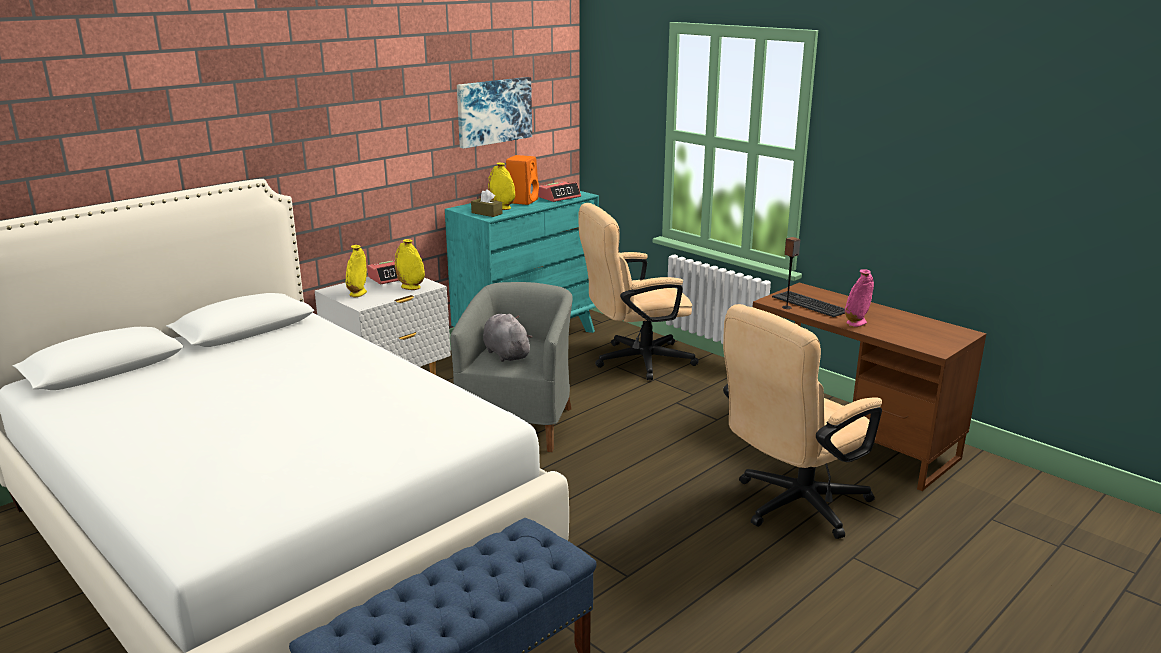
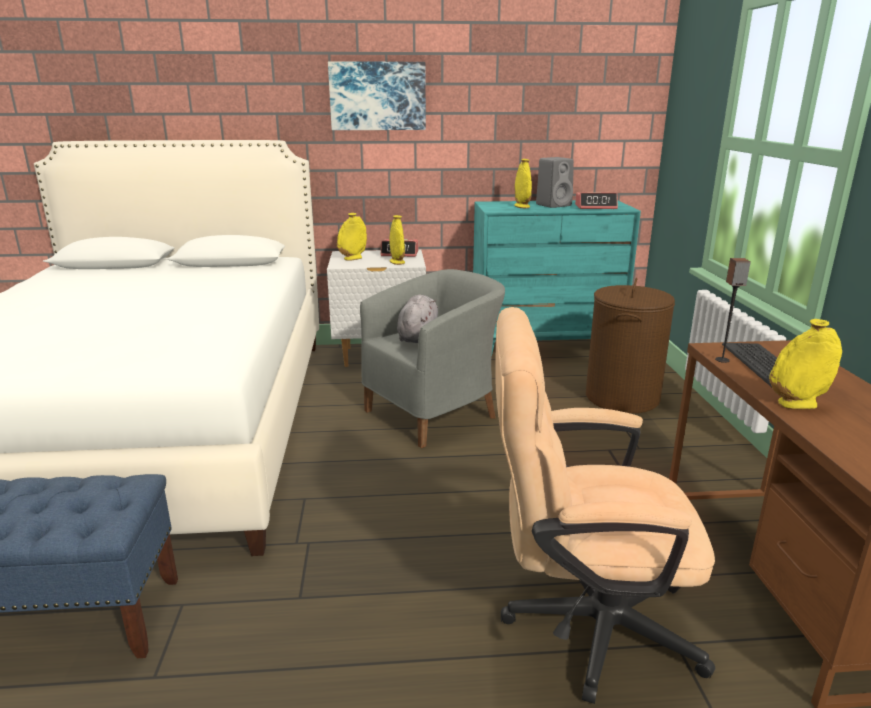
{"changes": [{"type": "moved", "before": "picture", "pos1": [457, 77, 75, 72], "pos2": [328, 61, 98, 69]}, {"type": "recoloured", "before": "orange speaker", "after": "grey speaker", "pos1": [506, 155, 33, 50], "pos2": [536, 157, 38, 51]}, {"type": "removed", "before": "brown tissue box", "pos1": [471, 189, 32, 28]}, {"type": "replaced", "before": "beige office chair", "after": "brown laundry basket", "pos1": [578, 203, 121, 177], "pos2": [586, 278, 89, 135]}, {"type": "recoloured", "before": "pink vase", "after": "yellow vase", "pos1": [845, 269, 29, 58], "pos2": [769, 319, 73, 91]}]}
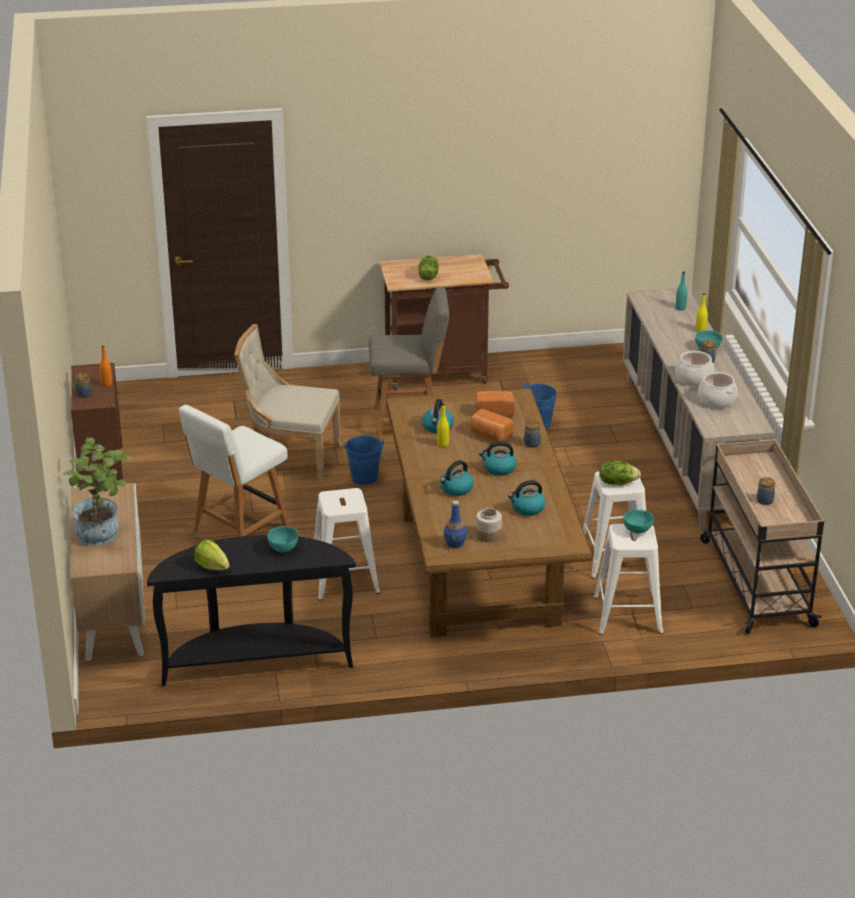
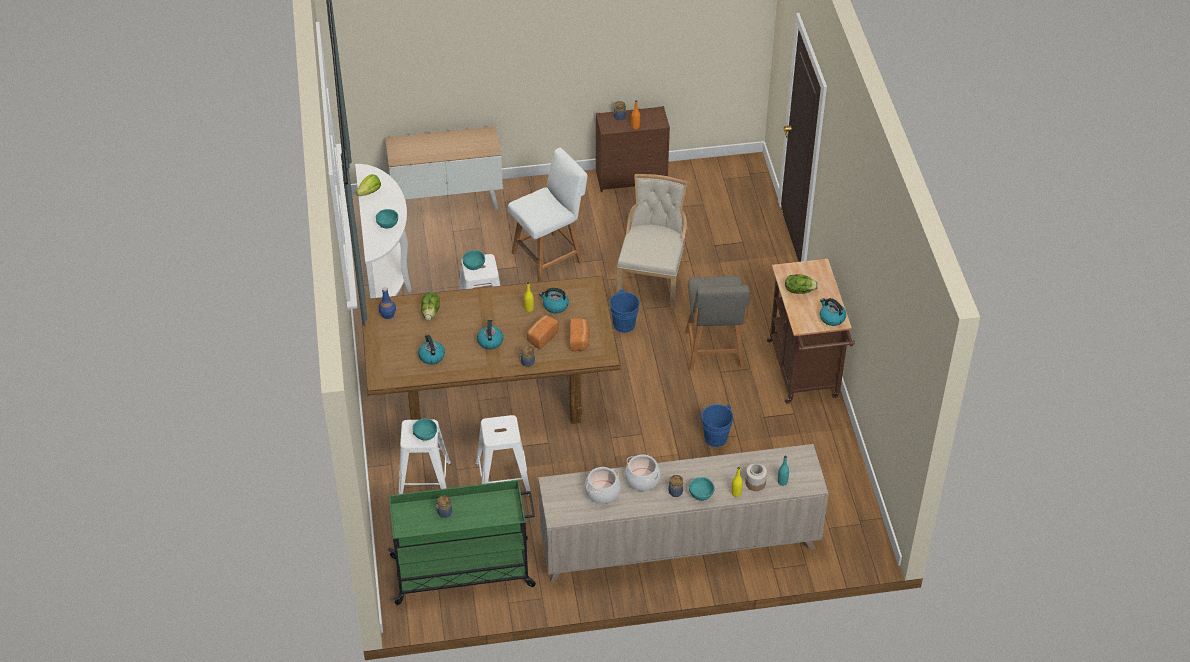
{"changes": [{"type": "turned", "before": "white chair", "pos1": [179, 405, 111, 132], "pos2": [508, 148, 79, 134], "turn": 105}, {"type": "removed", "before": "potted plant", "pos1": [63, 438, 70, 108]}, {"type": "recoloured", "before": "beige cart", "after": "green cart", "pos1": [700, 439, 124, 195], "pos2": [388, 480, 148, 125]}, {"type": "moved", "before": "kettle", "pos1": [440, 460, 34, 36], "pos2": [820, 298, 26, 28]}, {"type": "moved", "before": "lettuce", "pos1": [599, 461, 42, 24], "pos2": [421, 292, 19, 28]}, {"type": "moved", "before": "jar", "pos1": [476, 508, 26, 34], "pos2": [745, 463, 22, 28]}, {"type": "recoloured", "before": "black console table", "after": "white console table", "pos1": [147, 535, 209, 151], "pos2": [355, 164, 57, 135]}, {"type": "added", "after": "turquoise bowl", "pos2": [462, 250, 23, 20]}]}
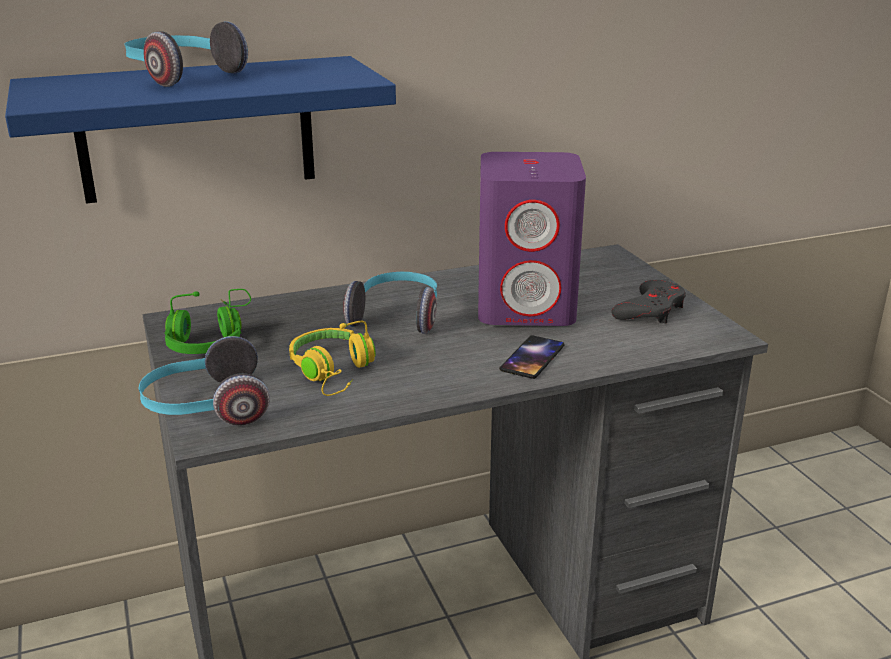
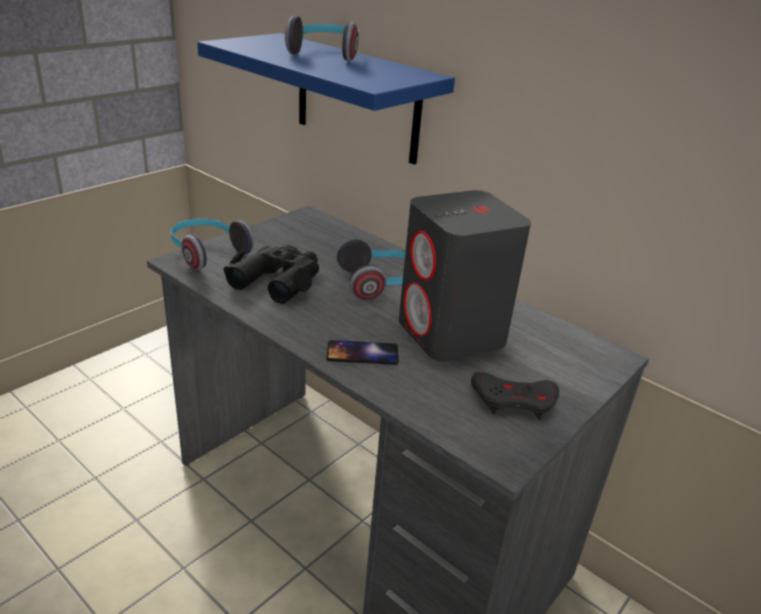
{"changes": [{"type": "recoloured", "before": "purple speaker", "after": "grey speaker", "pos1": [478, 152, 108, 174], "pos2": [399, 190, 132, 171]}, {"type": "removed", "before": "green headphones", "pos1": [164, 289, 87, 65]}, {"type": "replaced", "before": "yellow headphones", "after": "black binoculars", "pos1": [289, 321, 87, 75], "pos2": [223, 244, 96, 60]}]}
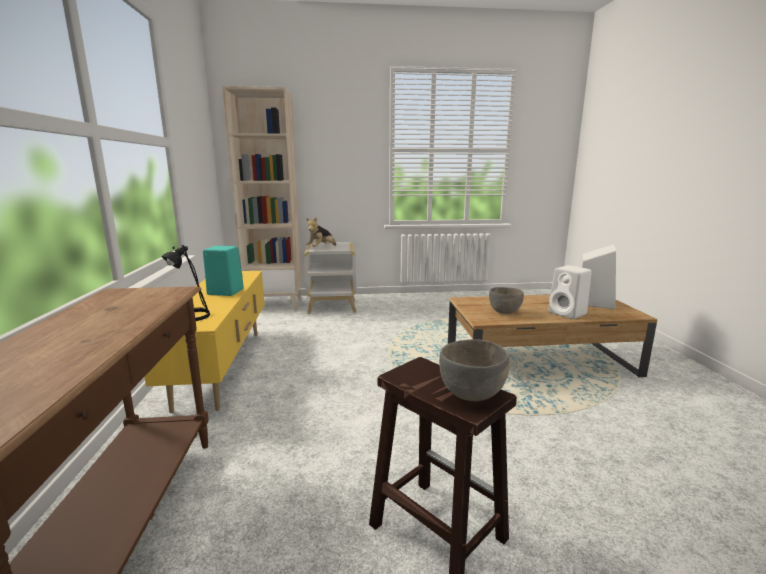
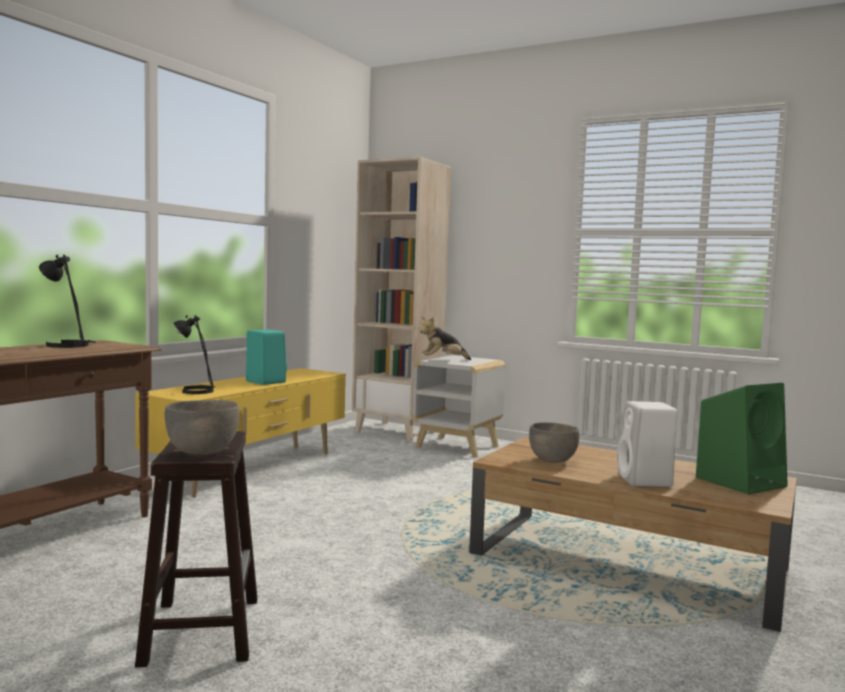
{"changes": [{"type": "recoloured", "before": "white speaker", "after": "green speaker", "pos1": [581, 244, 35, 65], "pos2": [696, 383, 92, 111]}, {"type": "added", "after": "black table lamp", "pos2": [39, 255, 57, 93]}]}
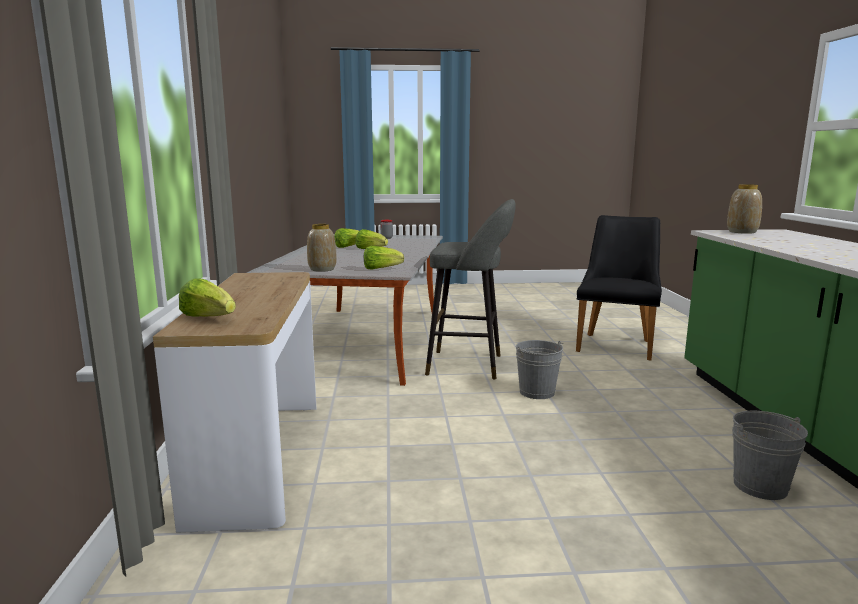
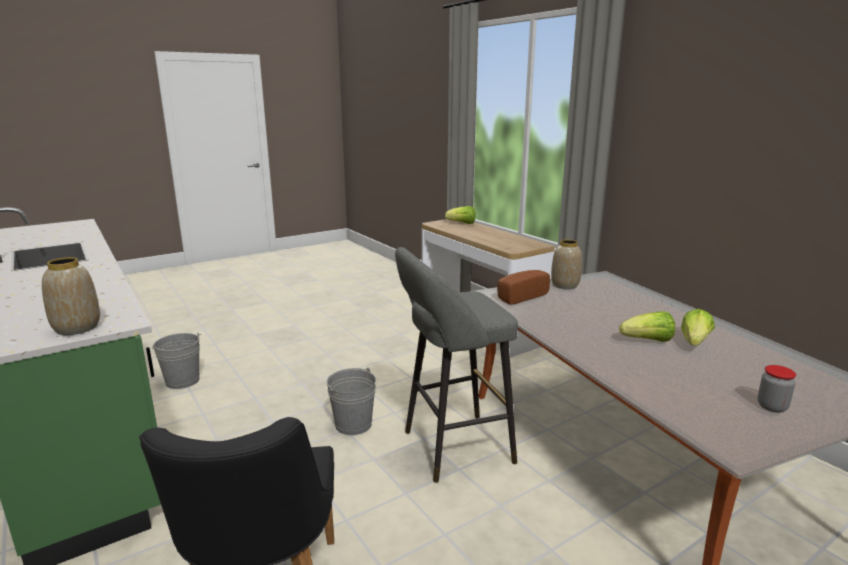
{"changes": [{"type": "replaced", "before": "lettuce", "after": "bread", "pos1": [364, 246, 40, 24], "pos2": [497, 270, 53, 35]}]}
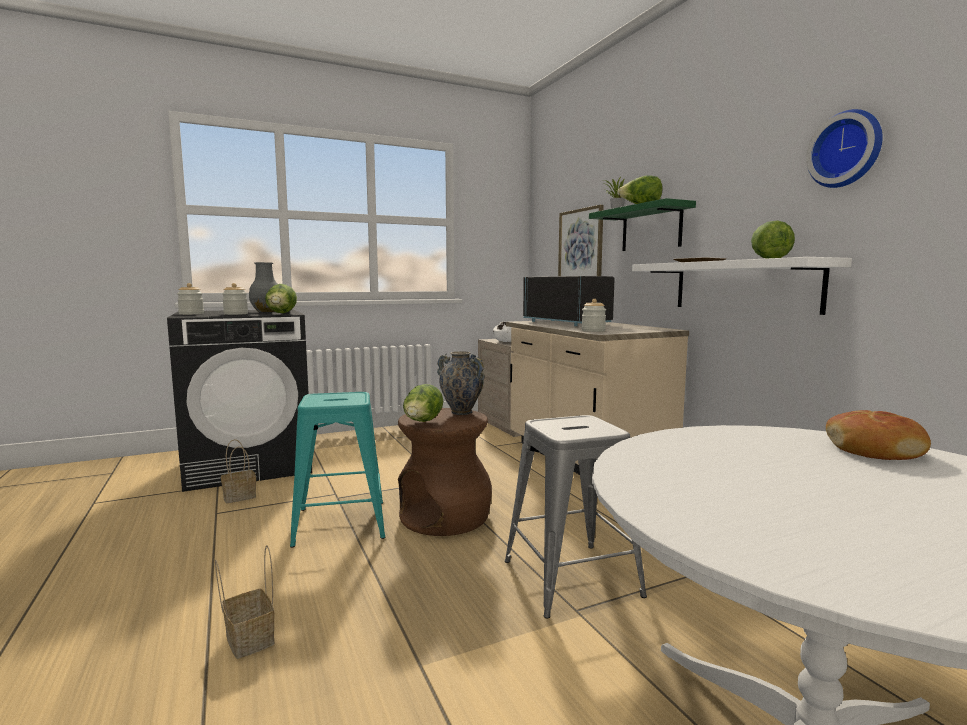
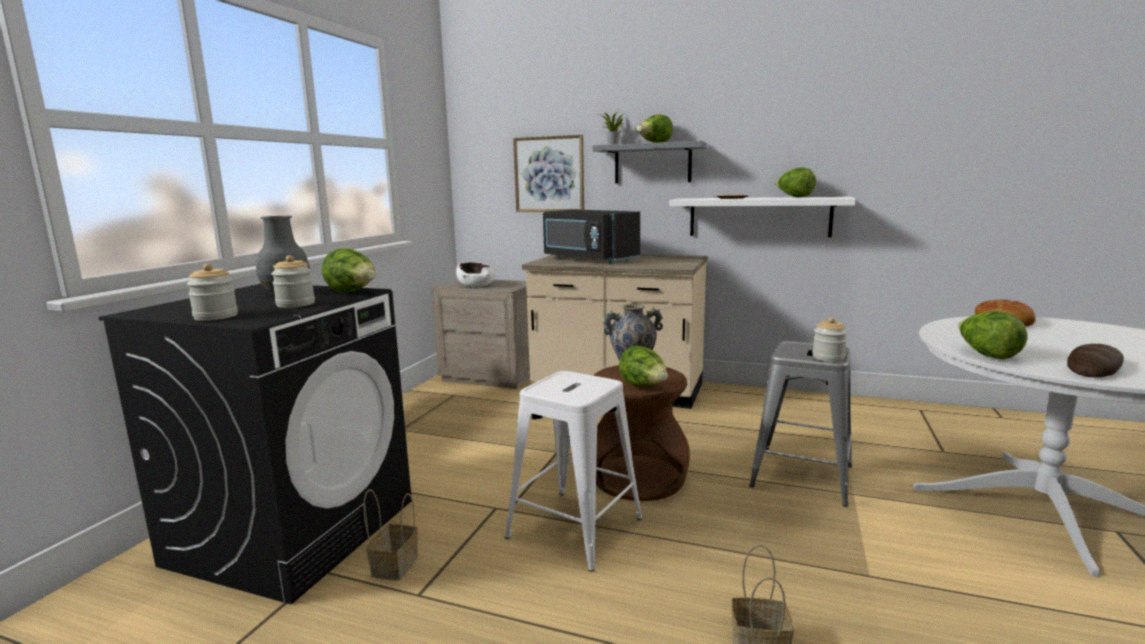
{"changes": [{"type": "removed", "before": "wall clock", "pos1": [806, 109, 77, 79]}, {"type": "recoloured", "before": "green shelf", "after": "grey shelf", "pos1": [589, 198, 107, 53], "pos2": [593, 141, 114, 43]}, {"type": "turned", "before": "black microwave", "pos1": [523, 276, 92, 50], "pos2": [543, 210, 97, 53], "turn": -150}, {"type": "moved", "before": "jar", "pos1": [582, 299, 24, 33], "pos2": [812, 317, 36, 45]}, {"type": "recoloured", "before": "turquoise stool", "after": "white stool", "pos1": [290, 392, 96, 156], "pos2": [505, 371, 137, 200]}, {"type": "added", "after": "lettuce", "pos2": [958, 311, 70, 48]}, {"type": "added", "after": "bread", "pos2": [1067, 344, 57, 34]}]}
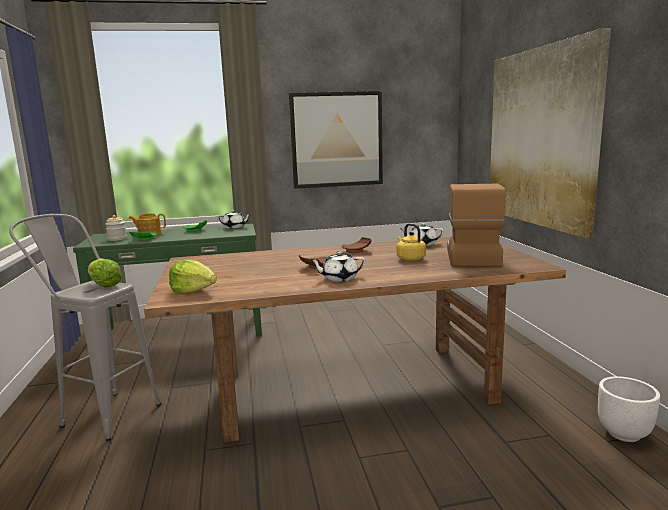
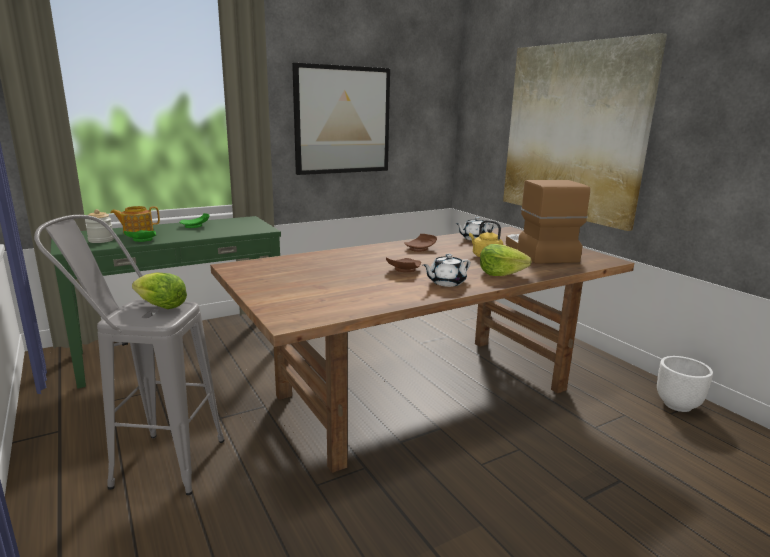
{"changes": [{"type": "removed", "before": "white teapot", "pos1": [217, 210, 33, 19]}, {"type": "moved", "before": "lettuce", "pos1": [169, 260, 48, 33], "pos2": [480, 244, 51, 32]}]}
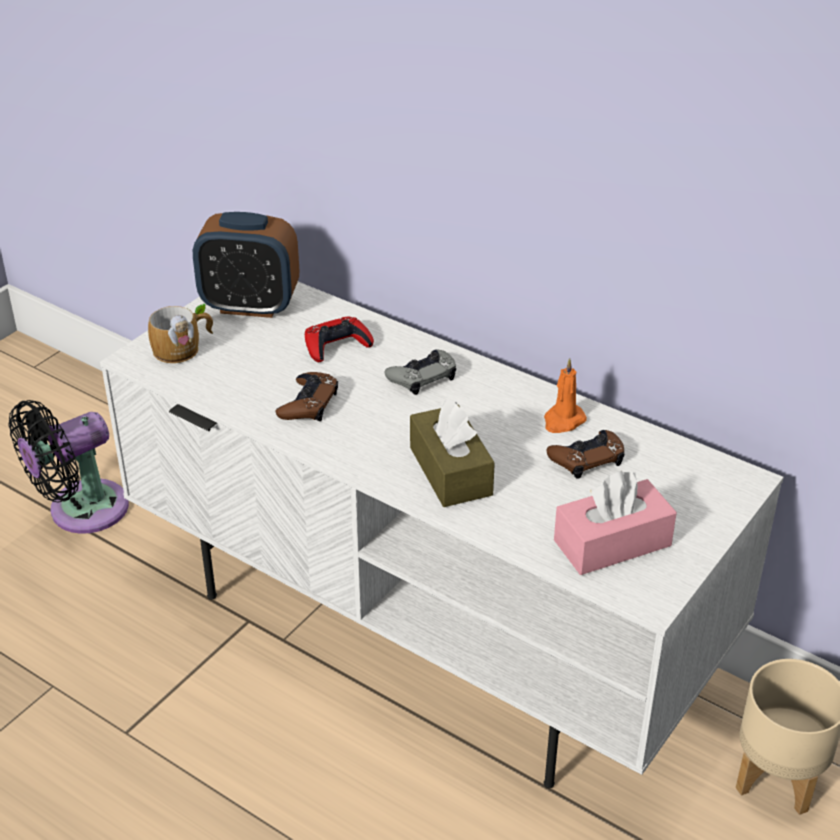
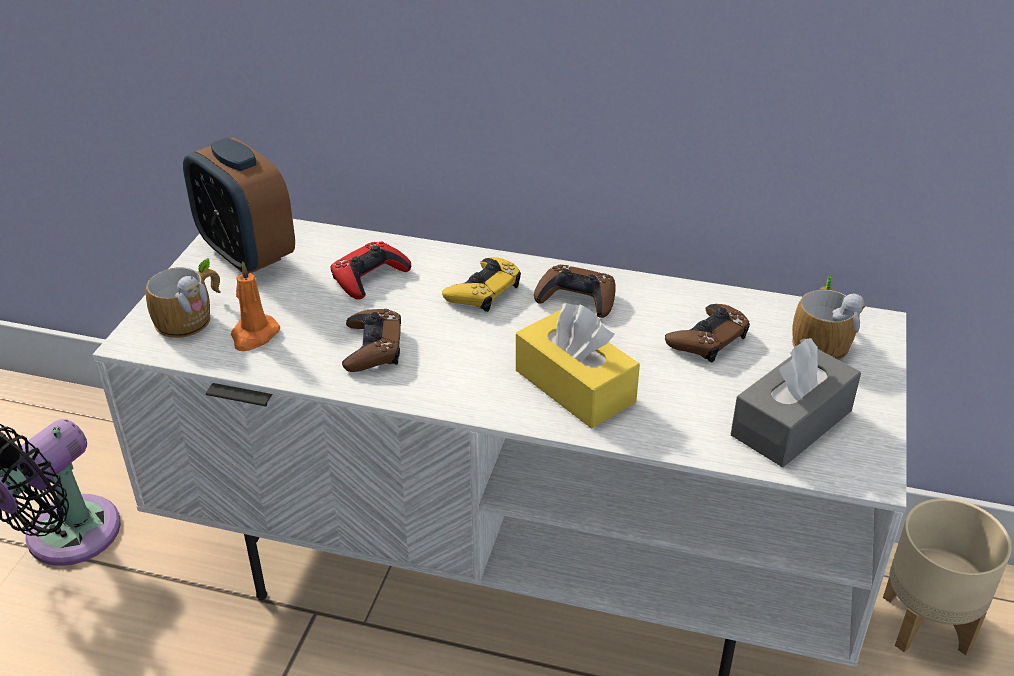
{"changes": [{"type": "turned", "before": "alarm clock", "pos1": [193, 212, 106, 106], "pos2": [183, 138, 112, 136], "turn": 60}, {"type": "recoloured", "before": "grey game controller", "after": "yellow game controller", "pos1": [385, 349, 71, 46], "pos2": [442, 257, 79, 55]}, {"type": "moved", "before": "orange candle", "pos1": [544, 358, 43, 75], "pos2": [231, 262, 49, 89]}, {"type": "recoloured", "before": "brown tissue box", "after": "yellow tissue box", "pos1": [410, 399, 85, 108], "pos2": [516, 303, 124, 126]}, {"type": "recoloured", "before": "pink tissue box", "after": "grey tissue box", "pos1": [554, 471, 123, 104], "pos2": [731, 338, 130, 129]}, {"type": "added", "after": "brown game controller", "pos2": [534, 265, 82, 53]}, {"type": "added", "after": "mug", "pos2": [792, 276, 73, 84]}]}
